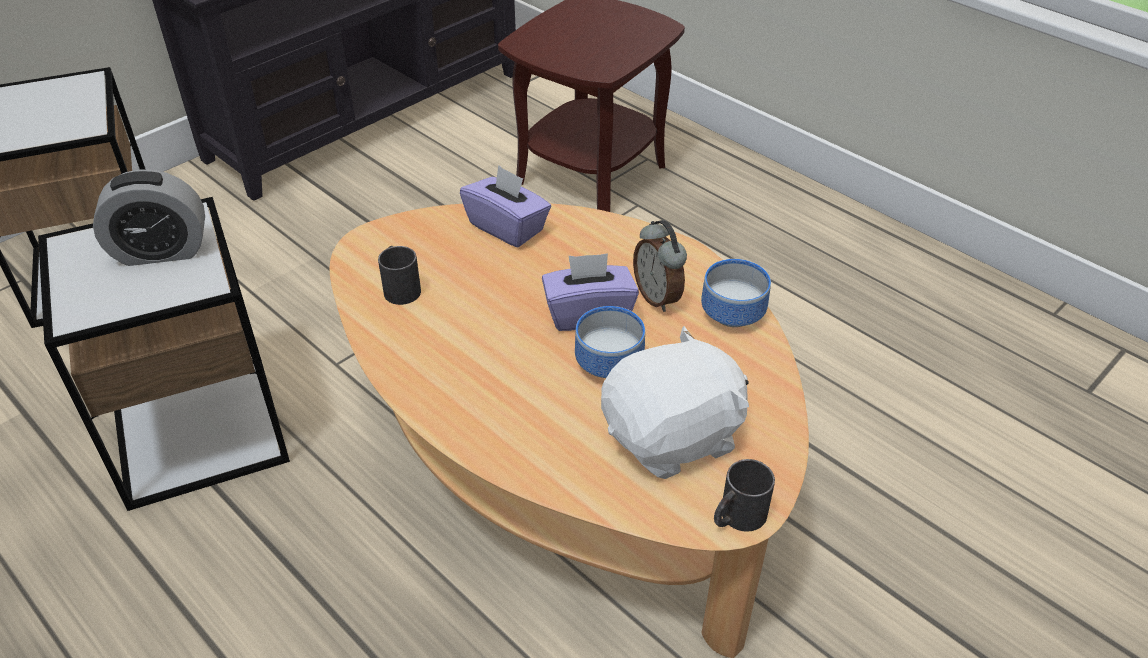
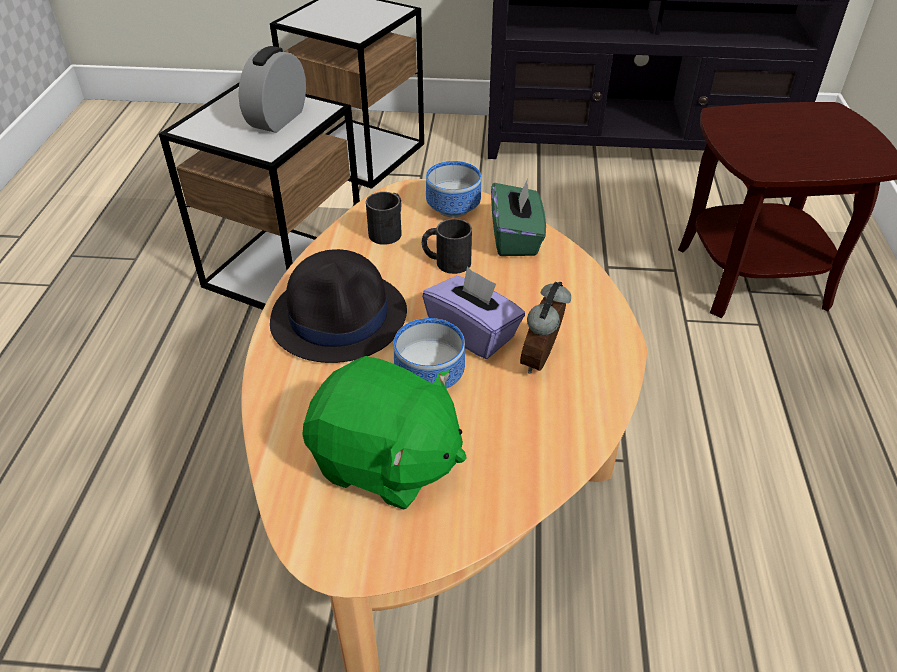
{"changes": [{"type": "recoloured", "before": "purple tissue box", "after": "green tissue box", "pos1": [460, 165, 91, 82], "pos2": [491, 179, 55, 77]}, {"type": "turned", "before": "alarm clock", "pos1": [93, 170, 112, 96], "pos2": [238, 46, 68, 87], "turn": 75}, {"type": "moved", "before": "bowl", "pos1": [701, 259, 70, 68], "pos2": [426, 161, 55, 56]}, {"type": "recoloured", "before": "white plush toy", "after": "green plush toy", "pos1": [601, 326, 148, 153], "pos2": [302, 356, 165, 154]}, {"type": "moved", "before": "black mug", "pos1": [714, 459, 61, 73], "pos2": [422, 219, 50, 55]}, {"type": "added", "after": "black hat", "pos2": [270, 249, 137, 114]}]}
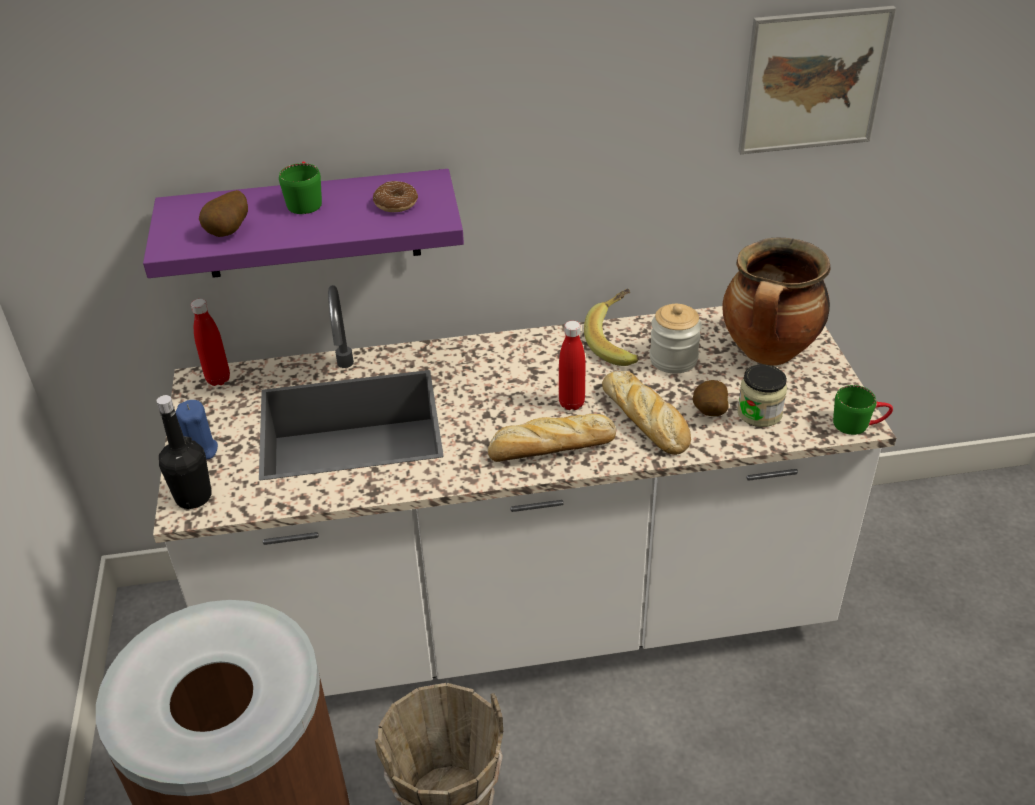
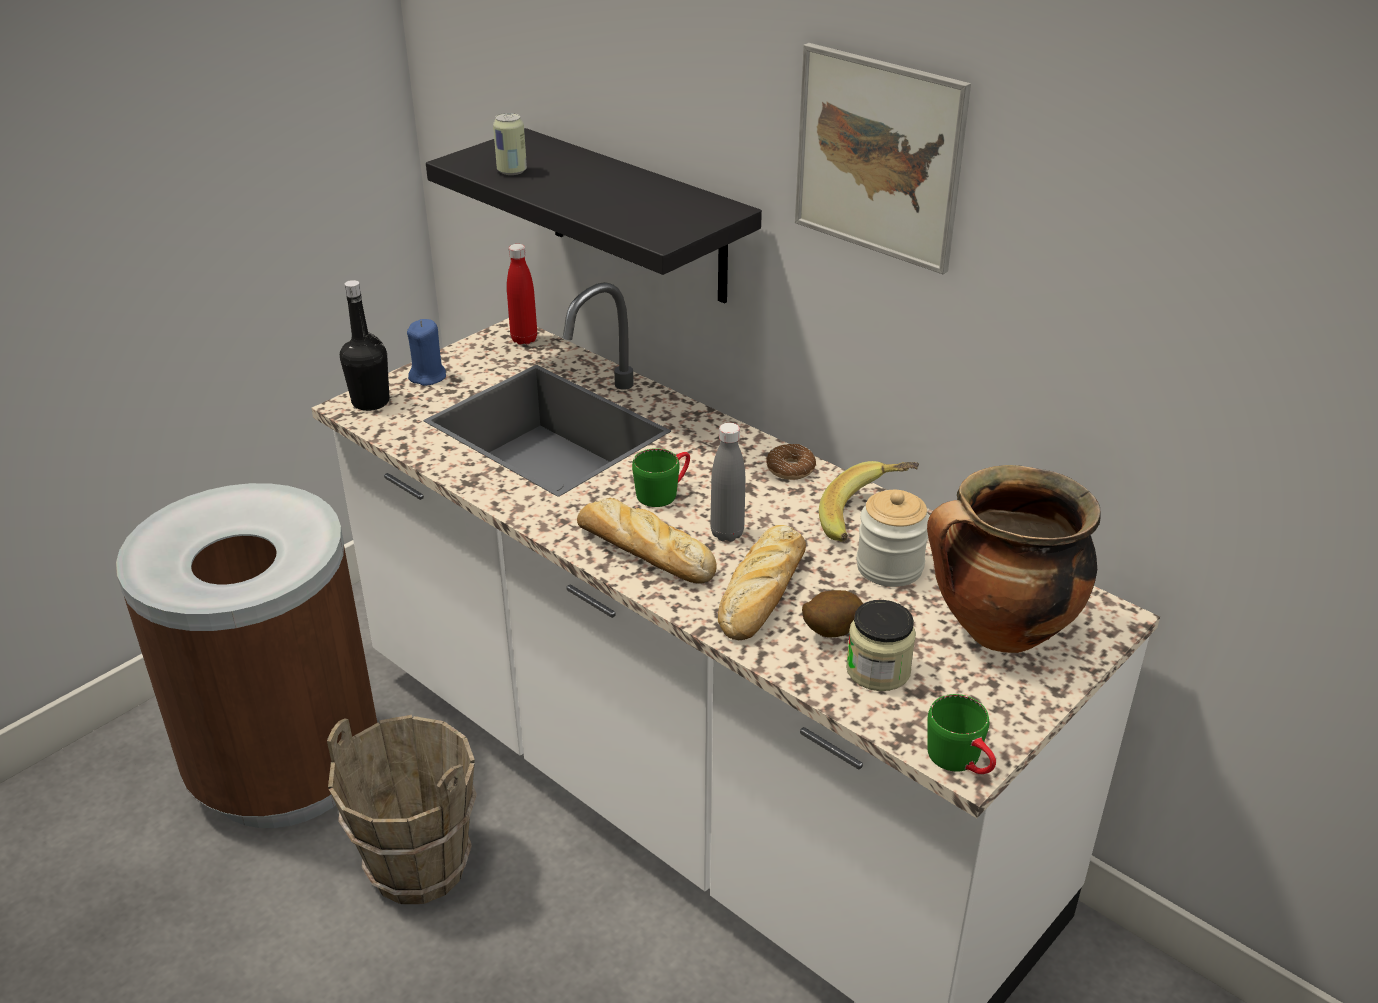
{"changes": [{"type": "moved", "before": "picture", "pos1": [738, 6, 158, 148], "pos2": [795, 43, 176, 231]}, {"type": "moved", "before": "green mug", "pos1": [279, 161, 43, 53], "pos2": [632, 448, 58, 59]}, {"type": "recoloured", "before": "purple shelf", "after": "black shelf", "pos1": [143, 169, 321, 109], "pos2": [426, 128, 336, 175]}, {"type": "moved", "before": "donut", "pos1": [373, 181, 45, 31], "pos2": [766, 444, 50, 36]}, {"type": "replaced", "before": "potato", "after": "can", "pos1": [199, 190, 49, 47], "pos2": [493, 113, 34, 62]}, {"type": "recoloured", "before": "red bottle", "after": "grey bottle", "pos1": [559, 321, 27, 89], "pos2": [710, 423, 36, 119]}]}
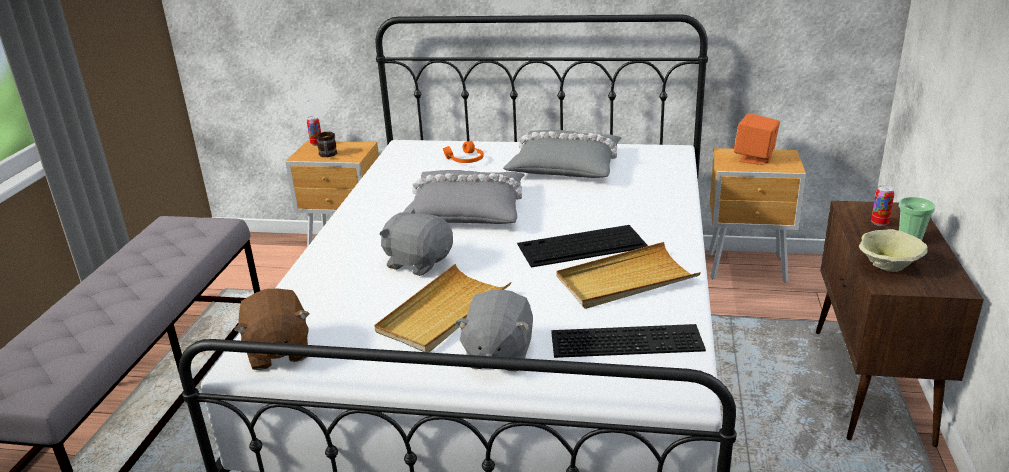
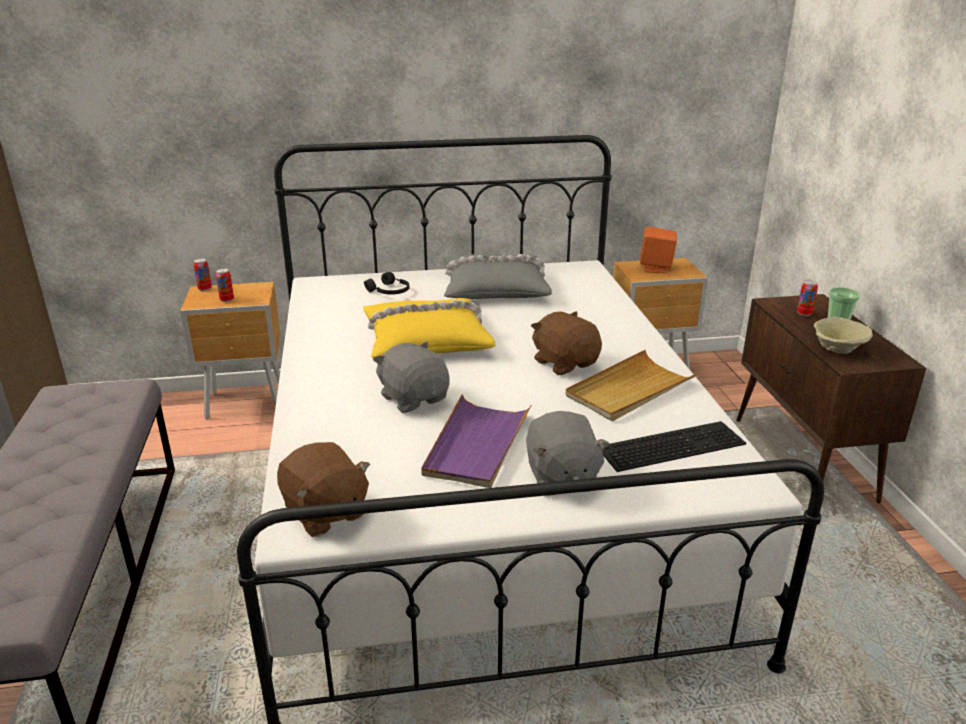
{"changes": [{"type": "replaced", "before": "mug", "after": "can", "pos1": [316, 132, 21, 25], "pos2": [216, 268, 18, 34]}, {"type": "recoloured", "before": "orange headphones", "after": "black headphones", "pos1": [443, 141, 41, 22], "pos2": [364, 272, 45, 23]}, {"type": "recoloured", "before": "grey pillow", "after": "yellow pillow", "pos1": [403, 170, 121, 54], "pos2": [363, 298, 133, 60]}, {"type": "turned", "before": "grey plush toy", "pos1": [380, 208, 73, 68], "pos2": [373, 342, 77, 71], "turn": 45}, {"type": "replaced", "before": "keyboard", "after": "brown plush toy", "pos1": [517, 225, 131, 43], "pos2": [531, 311, 71, 64]}, {"type": "recoloured", "before": "beige tray", "after": "purple tray", "pos1": [374, 264, 137, 88], "pos2": [421, 394, 111, 94]}]}
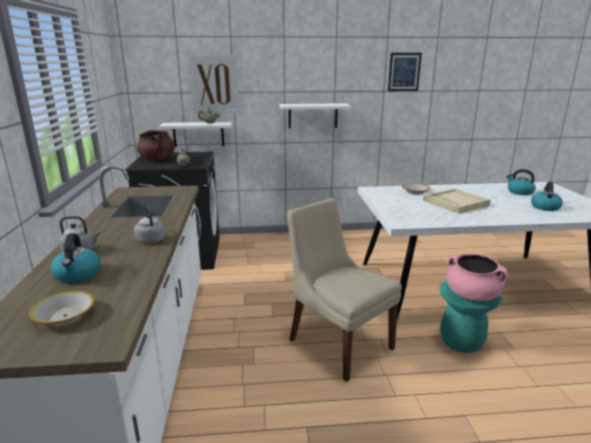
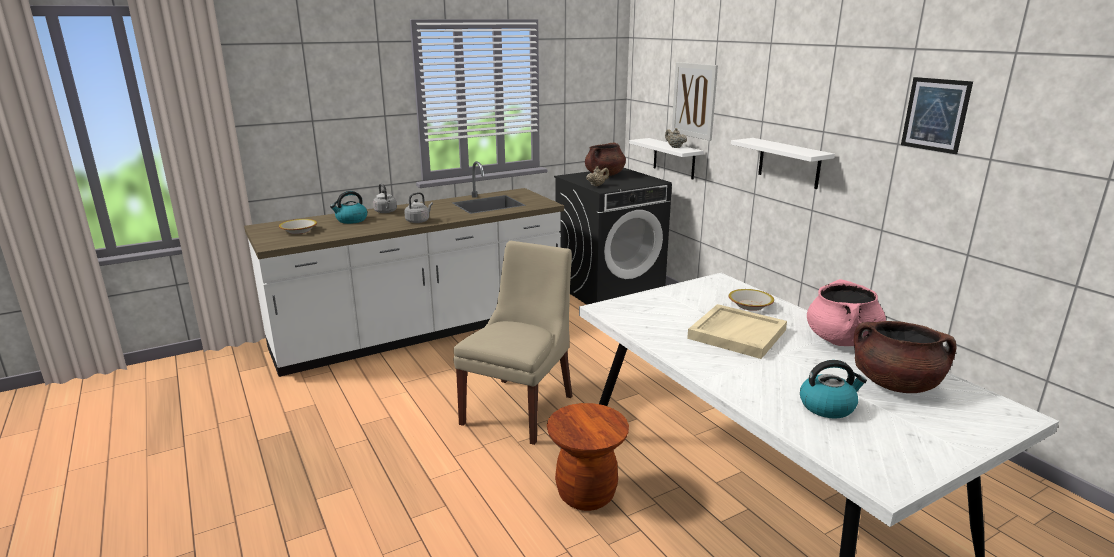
{"changes": [{"type": "replaced", "before": "kettle", "after": "brown cooking pot", "pos1": [506, 169, 30, 26], "pos2": [853, 321, 103, 72]}, {"type": "moved", "before": "pink cooking pot", "pos1": [447, 254, 62, 47], "pos2": [807, 279, 79, 67]}, {"type": "recoloured", "before": "turquoise stool", "after": "brown stool", "pos1": [439, 280, 63, 73], "pos2": [547, 403, 82, 108]}]}
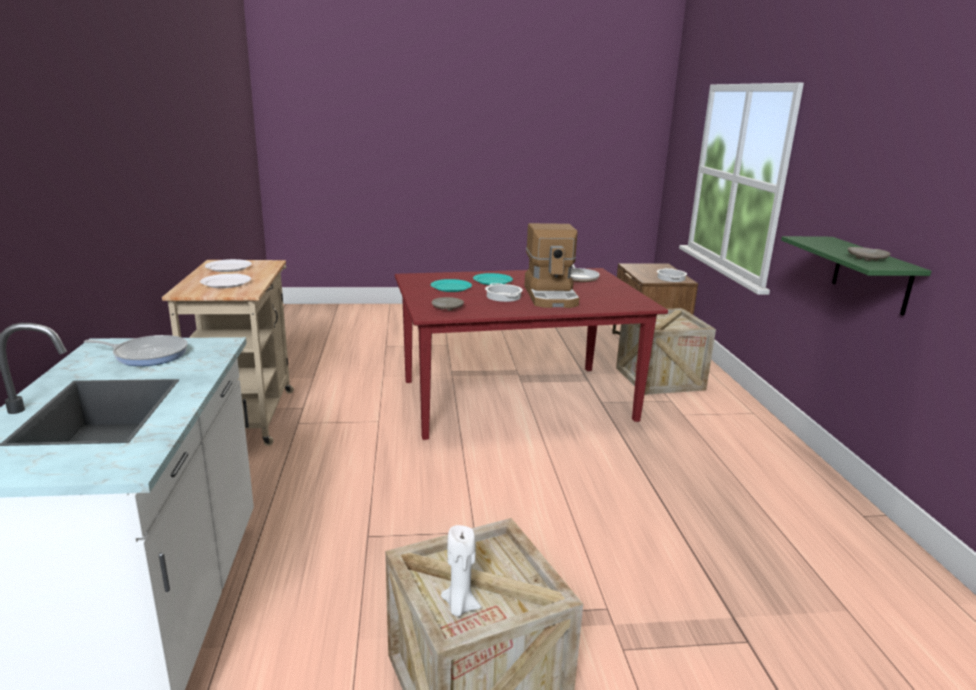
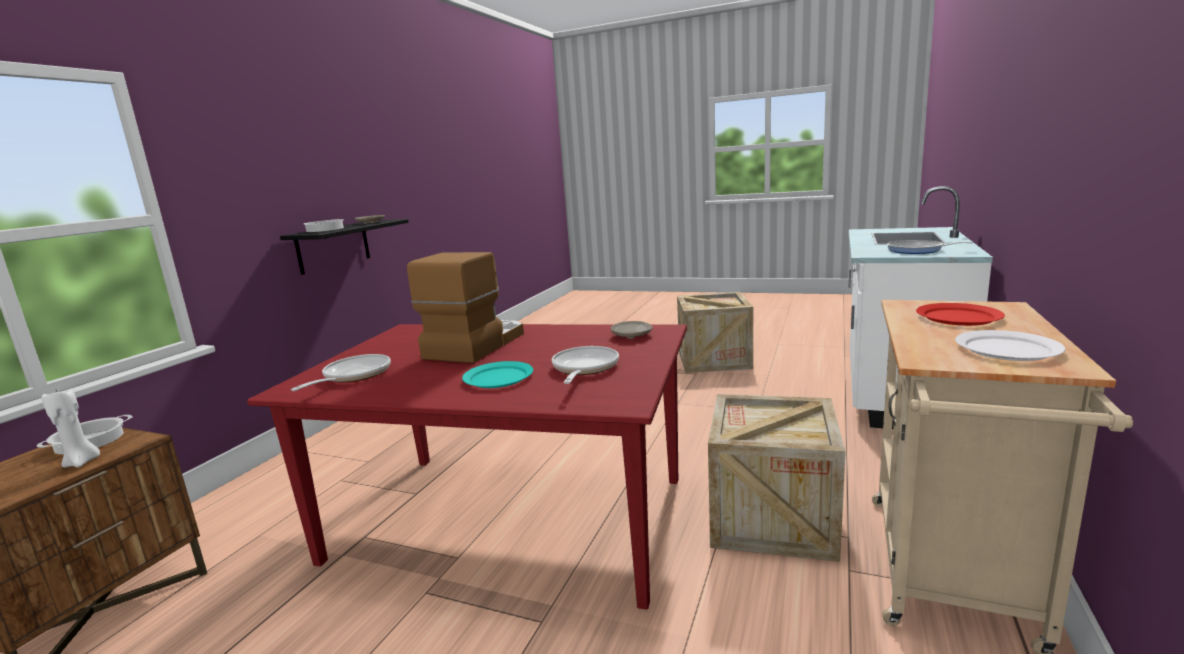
{"changes": [{"type": "recoloured", "before": "green shelf", "after": "black shelf", "pos1": [781, 236, 150, 79], "pos2": [280, 219, 129, 56]}, {"type": "recoloured", "before": "white plate", "after": "red plate", "pos1": [200, 274, 51, 14], "pos2": [916, 303, 89, 23]}, {"type": "replaced", "before": "turquoise plate", "after": "frying pan", "pos1": [431, 279, 41, 13], "pos2": [552, 346, 67, 38]}, {"type": "moved", "before": "cooking pot", "pos1": [485, 283, 38, 19], "pos2": [304, 219, 40, 13]}, {"type": "moved", "before": "crate", "pos1": [616, 308, 100, 87], "pos2": [708, 394, 138, 168]}, {"type": "moved", "before": "white candle", "pos1": [441, 525, 40, 92], "pos2": [41, 388, 59, 80]}]}
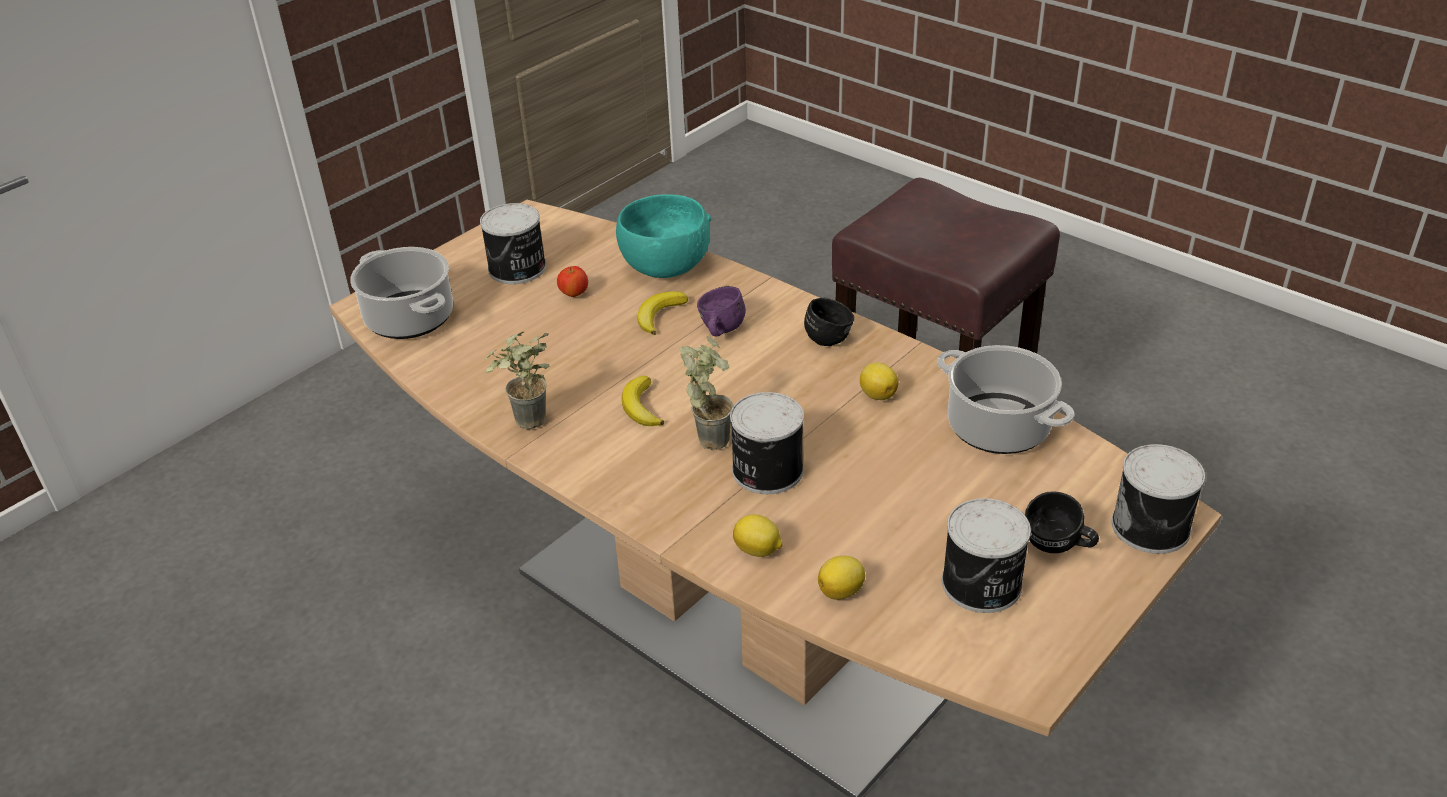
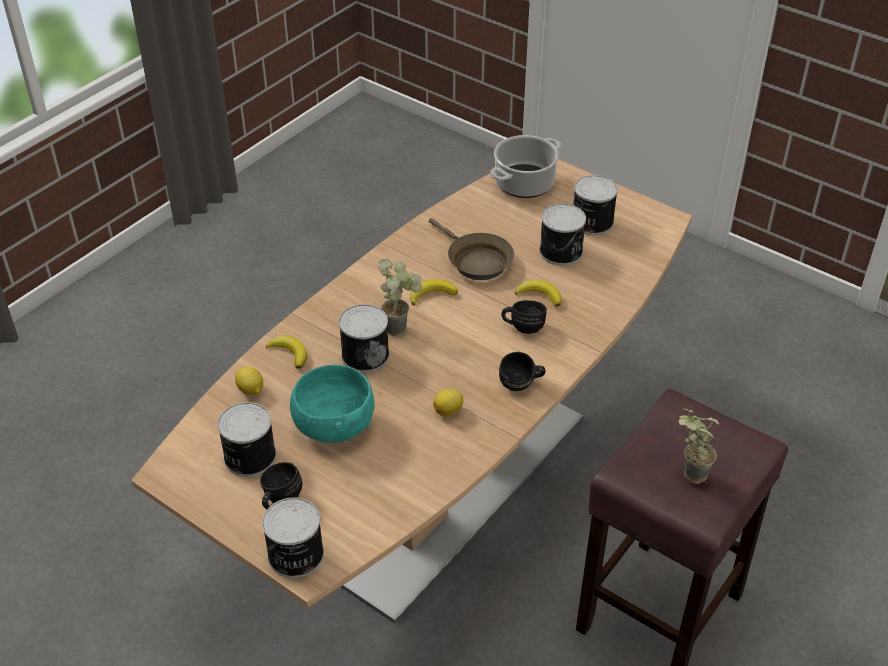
{"changes": [{"type": "moved", "before": "turquoise bowl", "pos1": [616, 194, 95, 84], "pos2": [290, 365, 84, 78]}, {"type": "replaced", "before": "apple", "after": "can", "pos1": [557, 266, 31, 31], "pos2": [539, 203, 47, 62]}, {"type": "recoloured", "before": "purple mug", "after": "black mug", "pos1": [697, 286, 49, 50], "pos2": [501, 300, 46, 34]}, {"type": "moved", "before": "potted plant", "pos1": [484, 332, 65, 98], "pos2": [678, 408, 42, 76]}, {"type": "removed", "before": "cooking pot", "pos1": [937, 345, 137, 109]}, {"type": "replaced", "before": "lemon", "after": "banana", "pos1": [733, 514, 50, 43], "pos2": [266, 335, 41, 34]}, {"type": "added", "after": "brown frying pan", "pos2": [429, 218, 85, 62]}]}
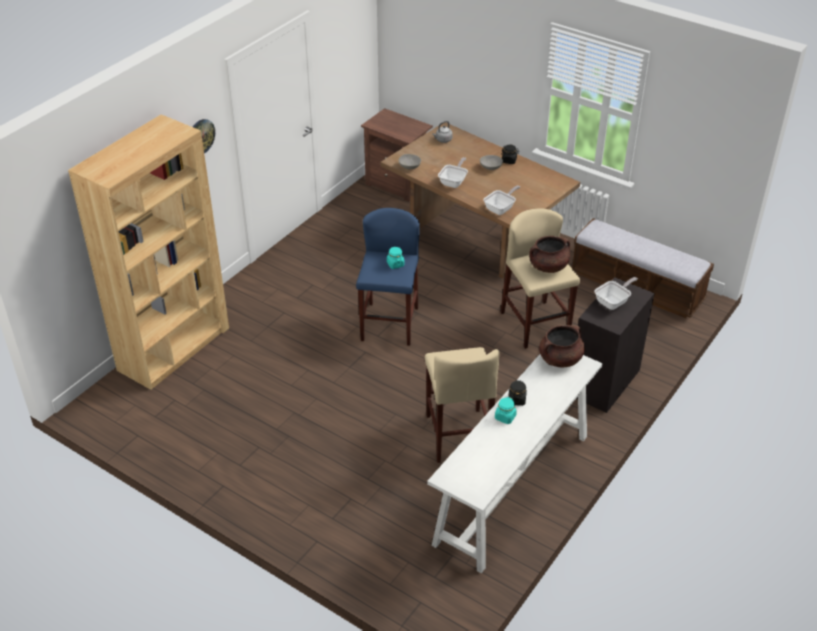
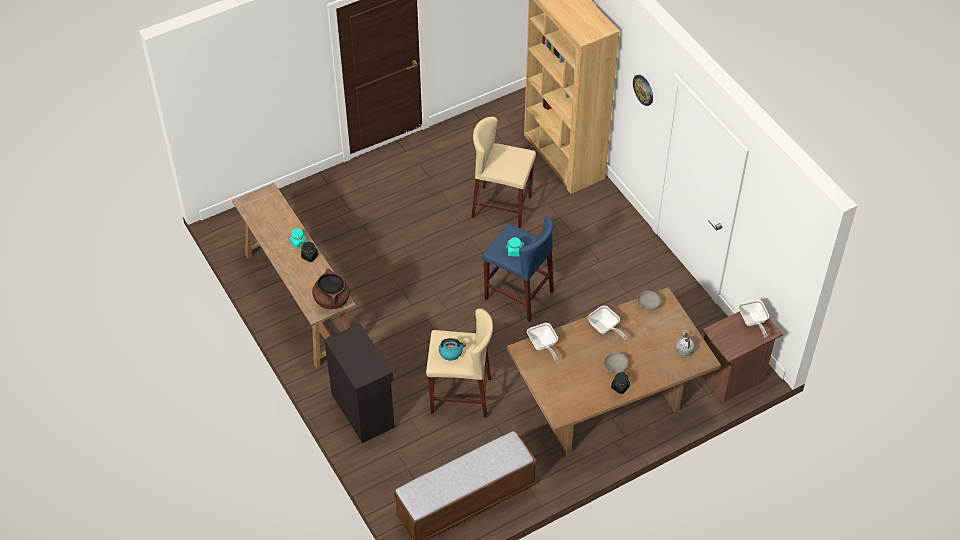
{"changes": [{"type": "replaced", "before": "brown cooking pot", "after": "kettle", "pos1": [529, 236, 41, 37], "pos2": [439, 338, 27, 23]}, {"type": "moved", "before": "frying pan", "pos1": [594, 277, 44, 33], "pos2": [739, 300, 30, 37]}, {"type": "moved", "before": "beige stool", "pos1": [425, 347, 74, 116], "pos2": [471, 117, 65, 111]}, {"type": "recoloured", "before": "white console table", "after": "brown console table", "pos1": [427, 354, 176, 219], "pos2": [232, 183, 124, 186]}]}
